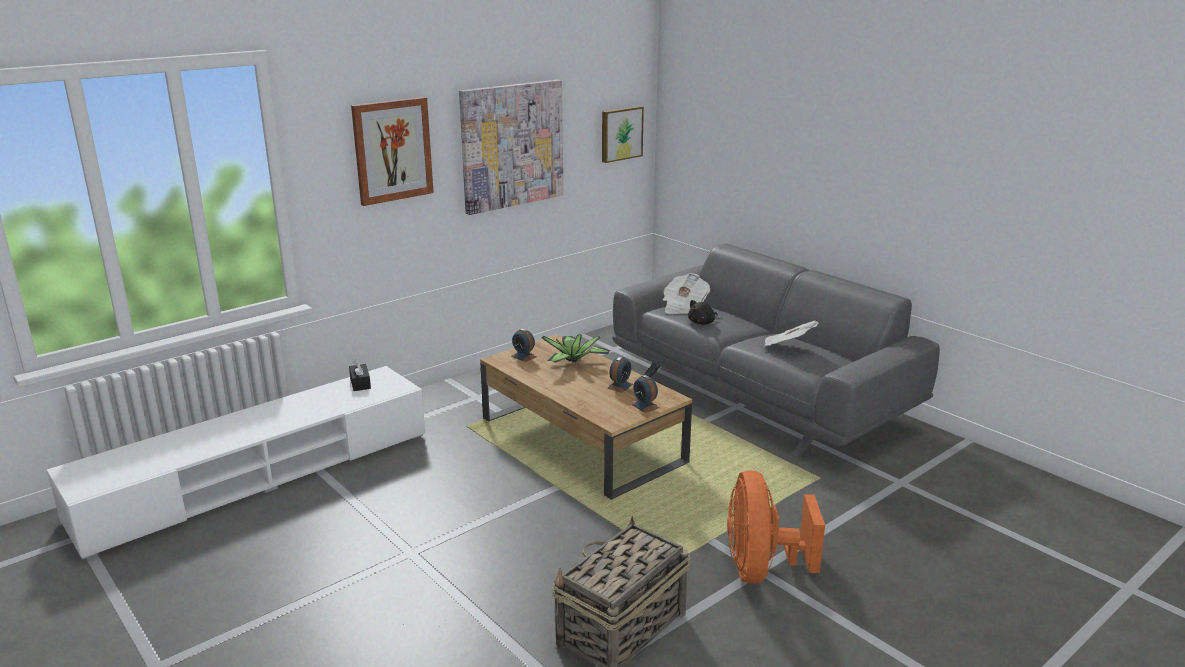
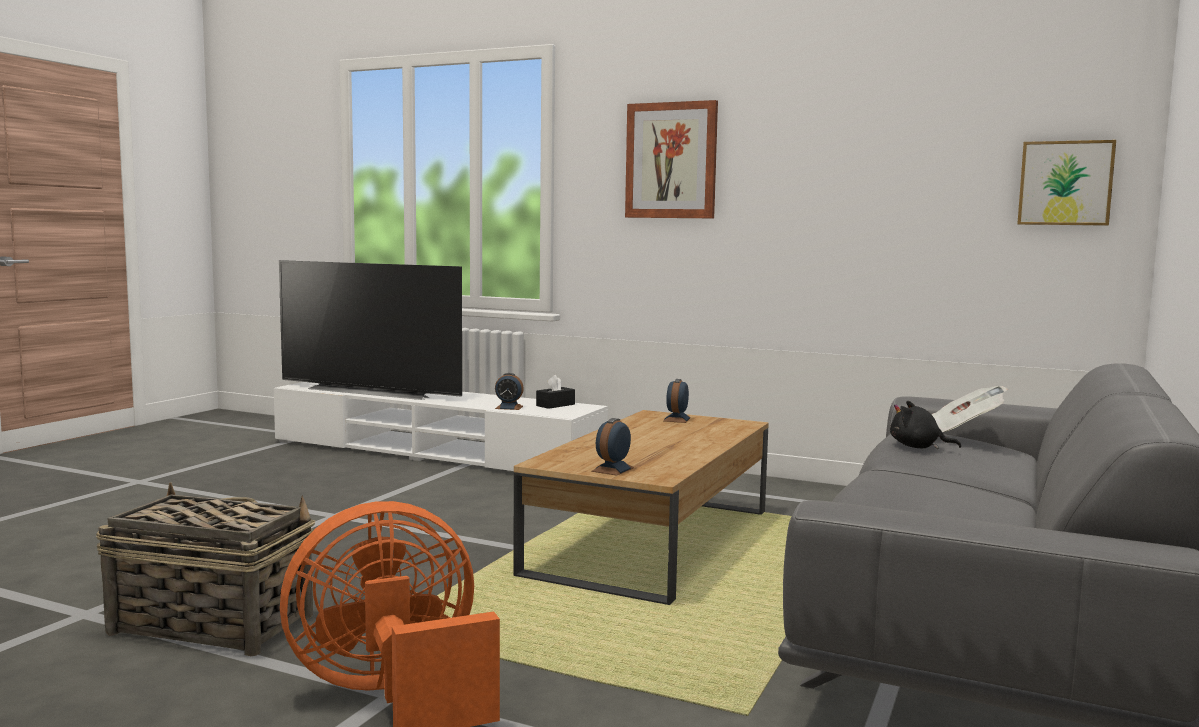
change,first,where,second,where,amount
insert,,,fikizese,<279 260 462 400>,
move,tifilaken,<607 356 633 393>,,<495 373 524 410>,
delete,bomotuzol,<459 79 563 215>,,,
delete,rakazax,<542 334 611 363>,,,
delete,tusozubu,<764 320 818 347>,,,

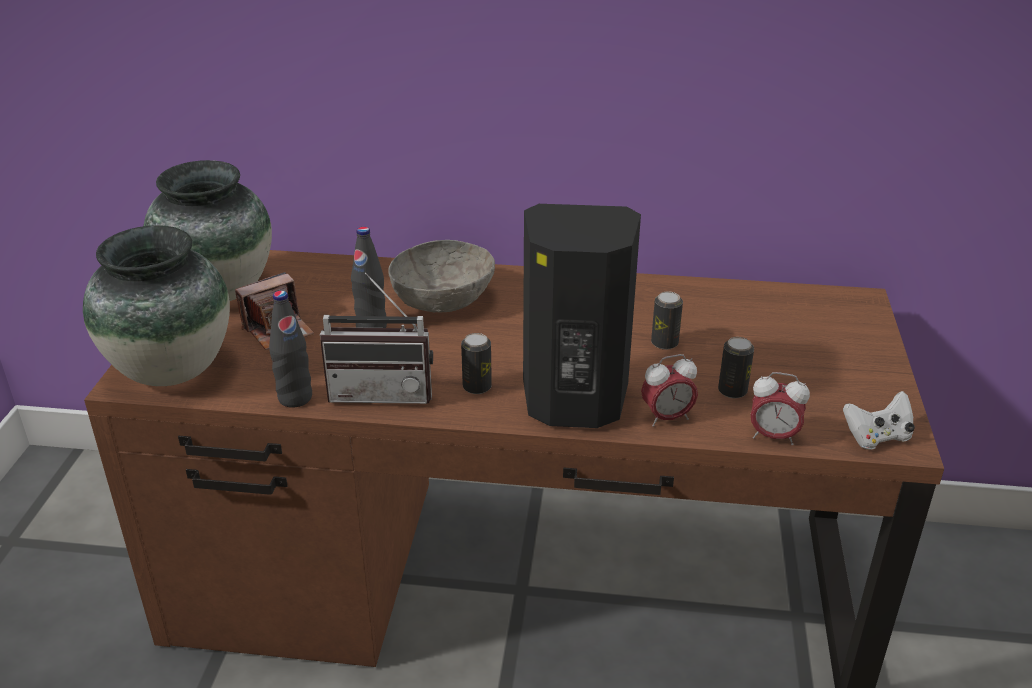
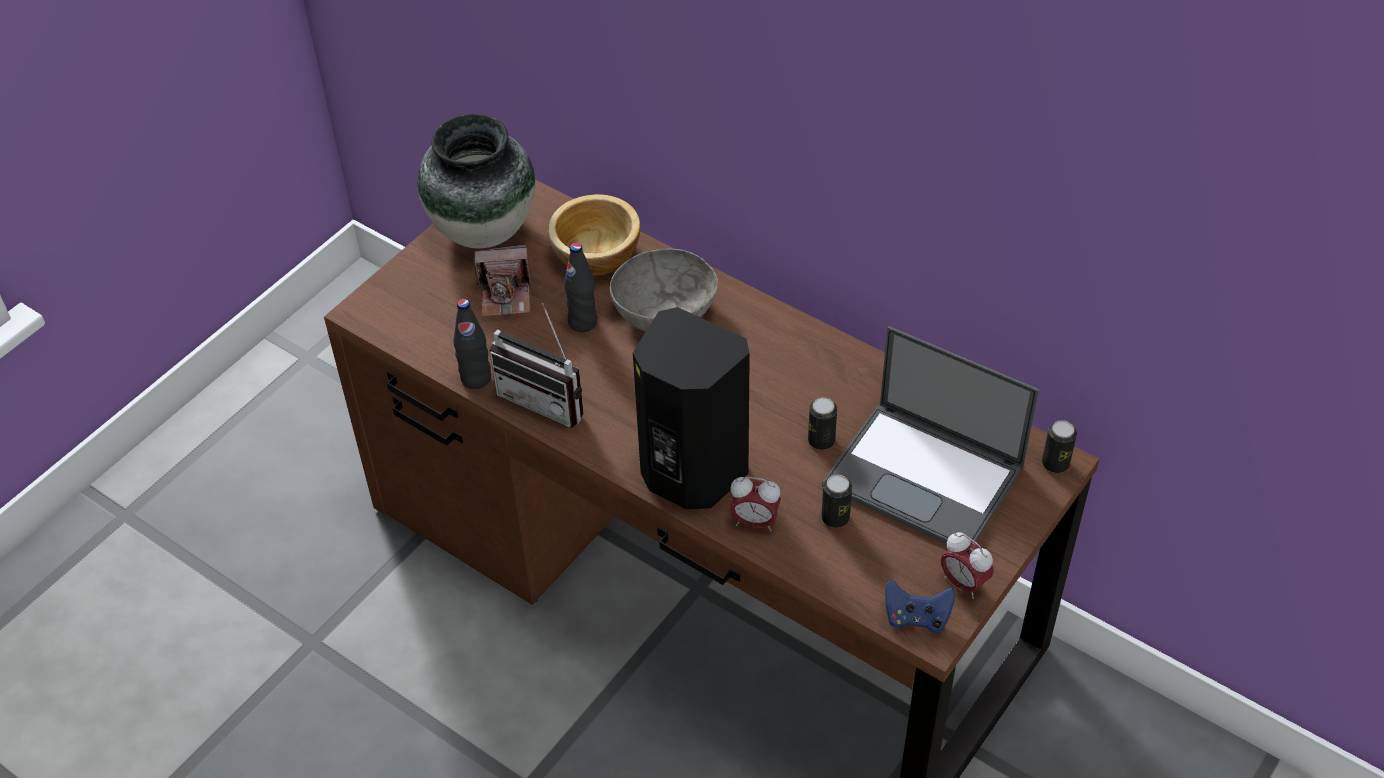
change,first,where,second,where,amount
insert,,,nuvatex,<548 194 641 276>,
insert,,,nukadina,<822 326 1039 545>,
recolor,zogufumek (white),<843 391 915 450>,zogufumek (blue),<885 579 955 633>,
move,tifilaken,<751 372 810 445>,,<941 532 994 599>,
move,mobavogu,<461 333 492 394>,,<1042 420 1077 473>,
delete,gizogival,<83 225 230 386>,,,

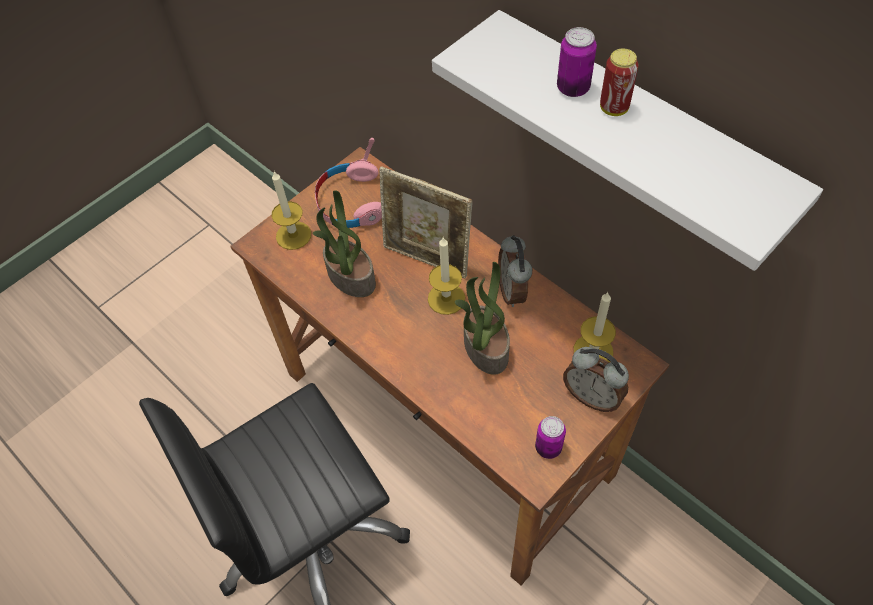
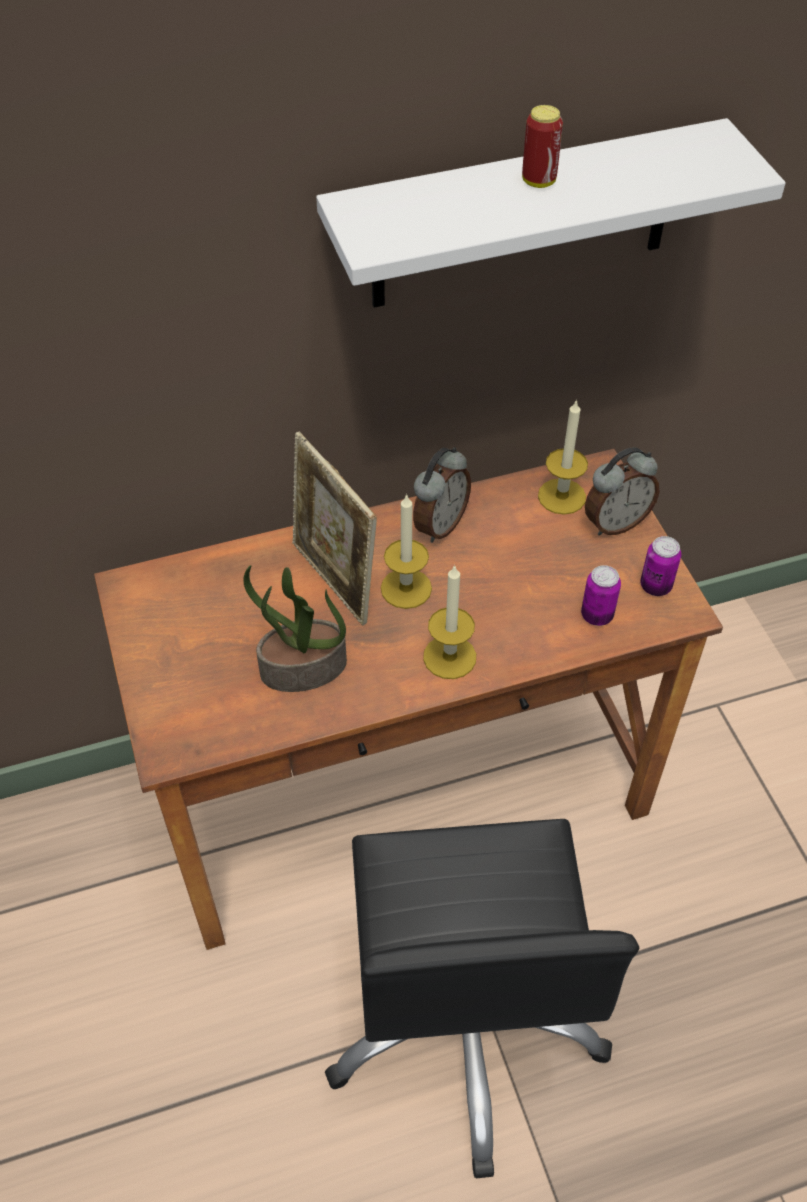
change,first,where,second,where,amount
rotate,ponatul,<379 166 472 279>,,<292 432 377 625>,90 degrees clockwise
rotate,tifilaken,<498 235 532 307>,,<413 447 471 543>,75 degrees counterclockwise
move,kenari,<271 171 311 250>,,<423 565 476 679>,
move,mobavogu,<557 27 597 97>,,<581 565 621 626>,
delete,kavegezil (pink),<315 138 382 228>,,,
delete,rakazax,<455 262 510 375>,,,

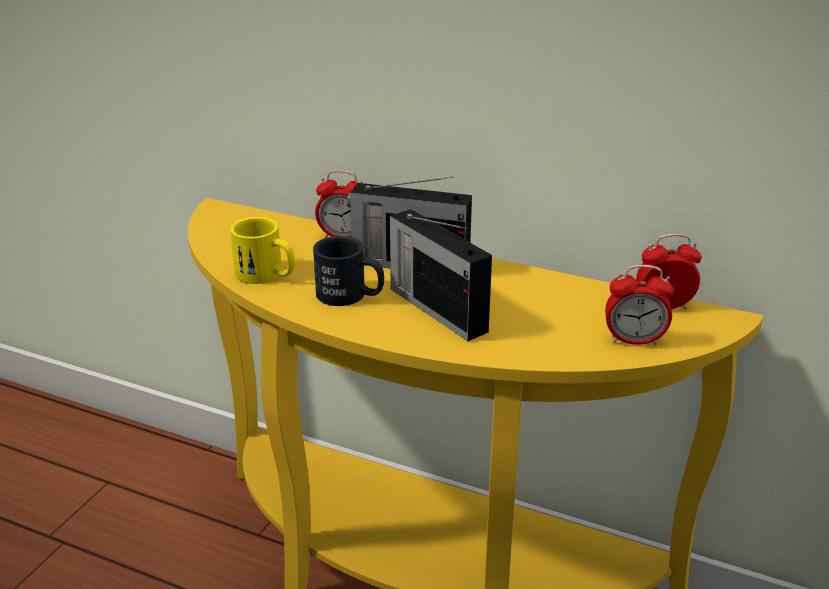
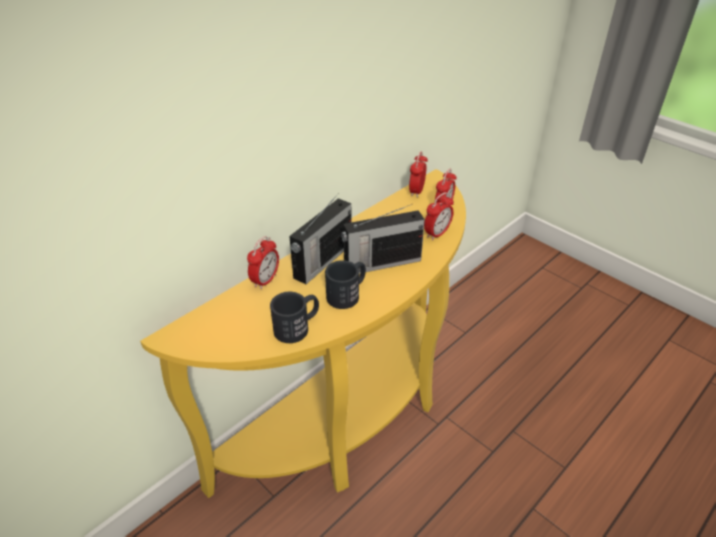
change,first,where,second,where,amount
recolor,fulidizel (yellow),<230 217 295 284>,fulidizel (black),<270 292 319 343>,
insert,,,tifilaken,<424 192 454 240>,

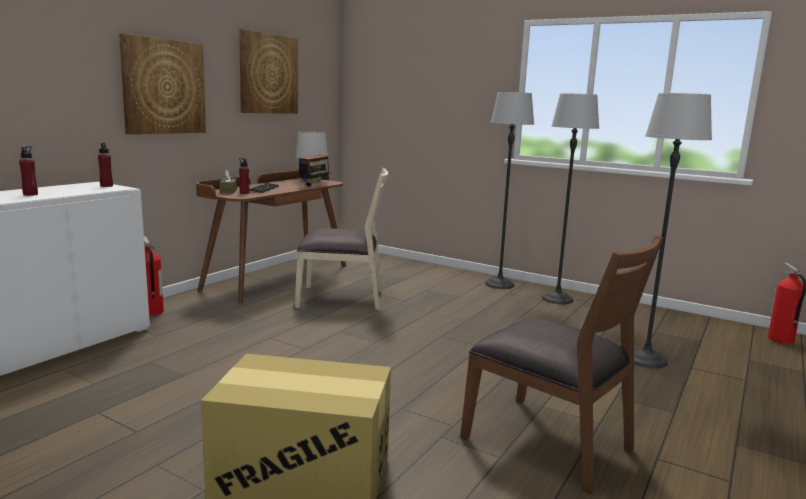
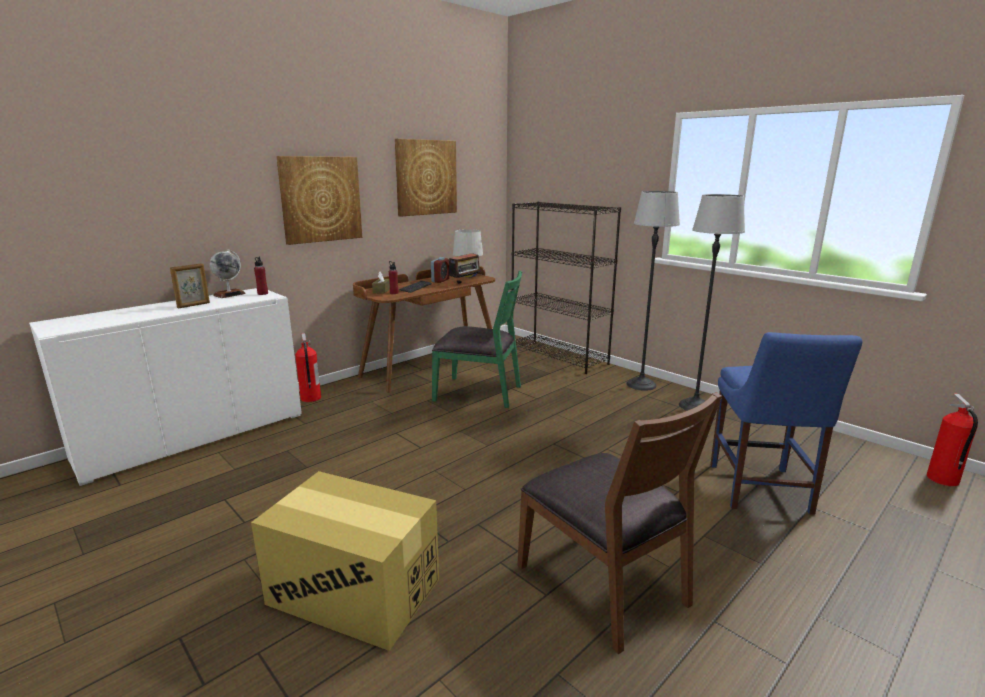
change,first,where,second,where,amount
replace,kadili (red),<19 146 38 196>,ponatul,<170 263 210 308>,
insert,,,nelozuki,<210 249 246 298>,
insert,,,tifilaken,<431 257 449 283>,
recolor,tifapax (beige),<295 168 388 310>,tifapax (green),<432 271 522 408>,
insert,,,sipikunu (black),<511 202 621 374>,
replace,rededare,<634 93 712 368>,tifapax (blue),<710 332 862 515>,

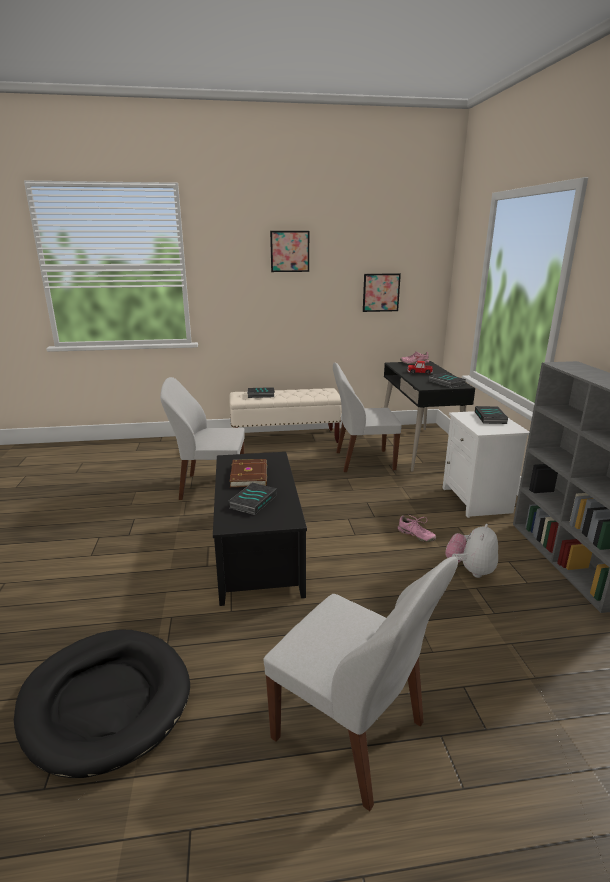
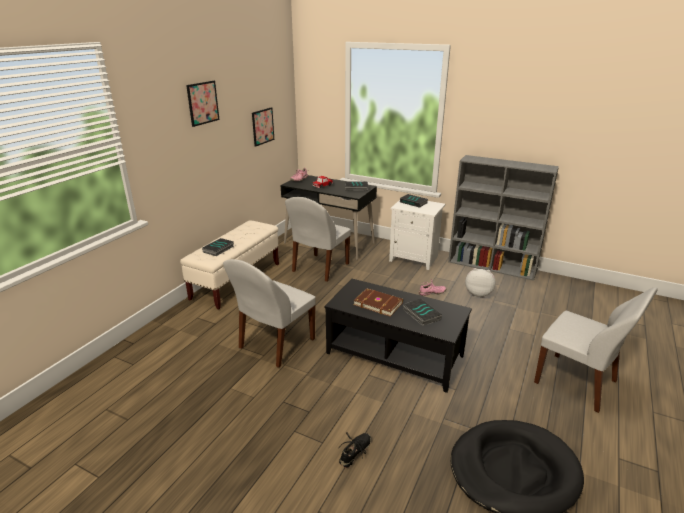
change,first,where,second,where,amount
insert,,,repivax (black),<339 432 371 468>,
rotate,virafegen,<445 524 498 578>,,<465 268 496 298>,135 degrees clockwise
rotate,tifapax (white),<264 556 458 811>,,<534 287 658 413>,60 degrees clockwise

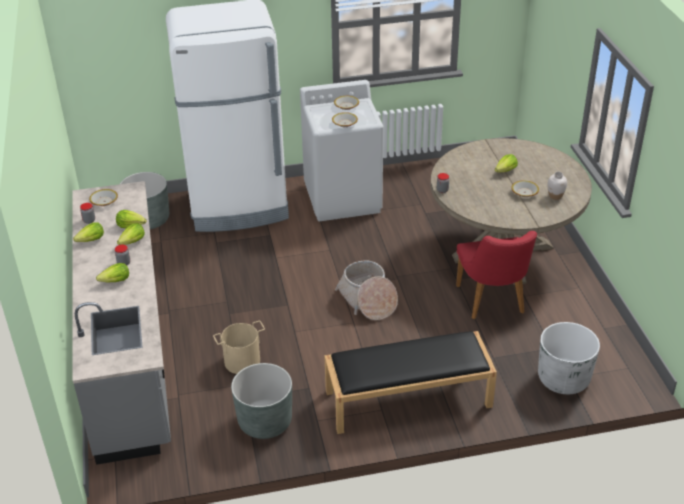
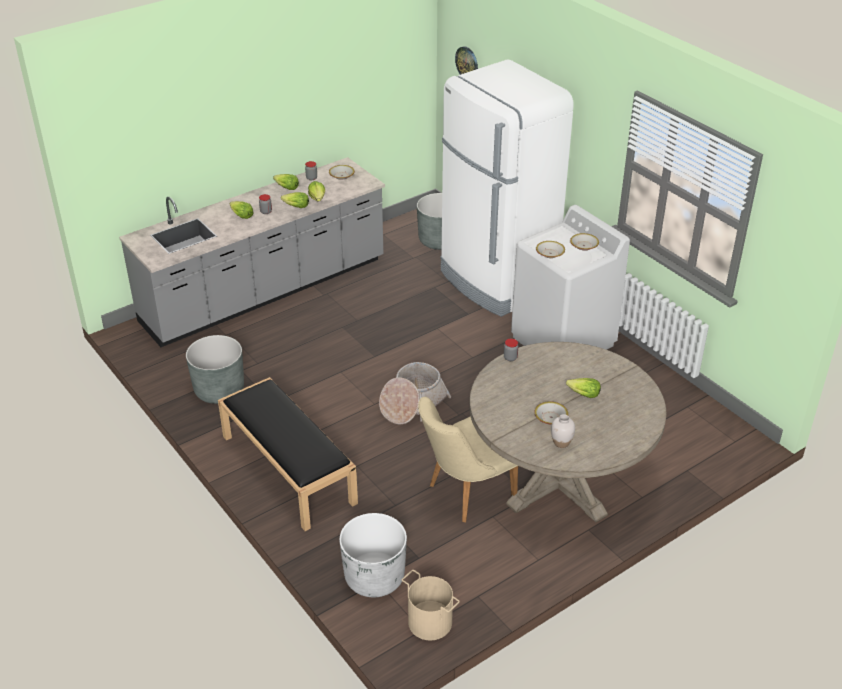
change,first,where,second,where,amount
move,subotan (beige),<213 321 265 374>,,<402 570 460 640>,
recolor,tifapax (red),<456 231 537 319>,tifapax (beige),<418 397 518 522>,
insert,,,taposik,<455 46 478 75>,

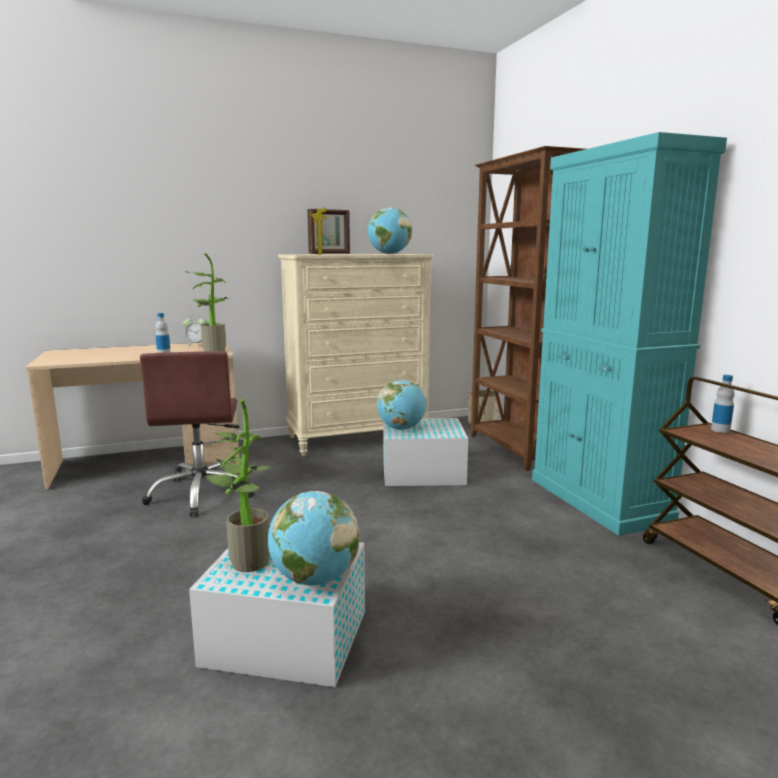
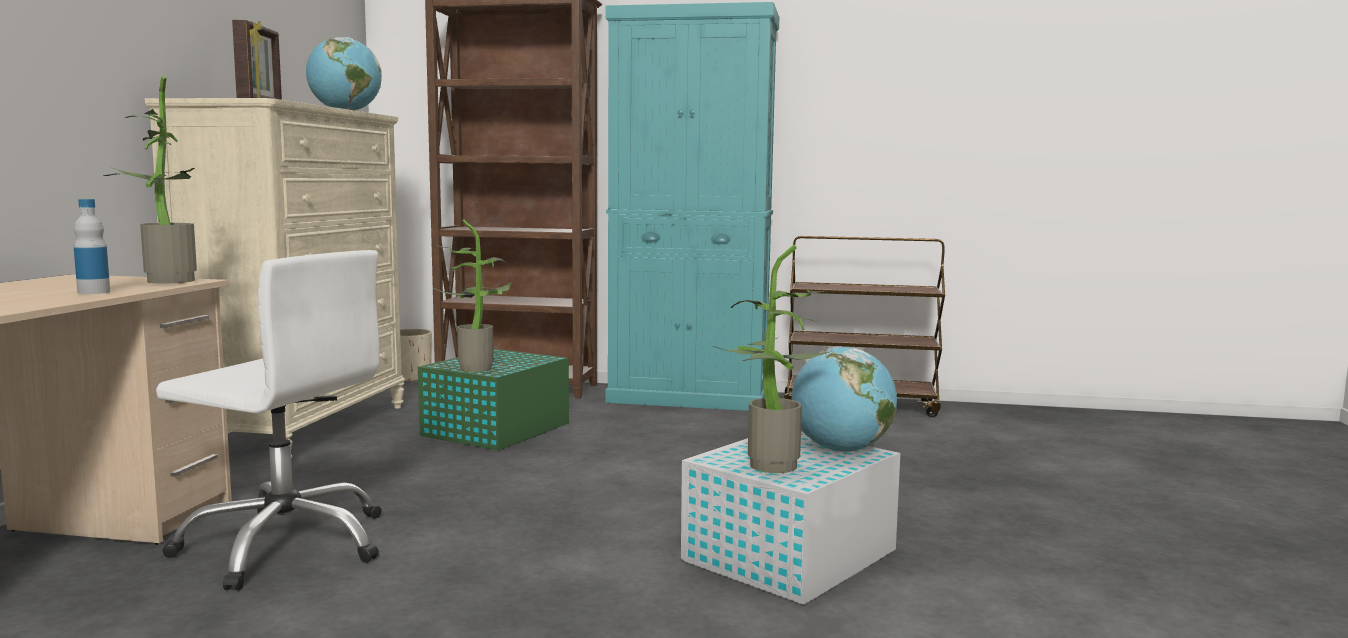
change,first,where,second,where,amount
recolor,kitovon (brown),<140 351 255 517>,kitovon (white),<156 250 382 590>,
recolor,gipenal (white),<383 418 468 486>,gipenal (green),<418 349 569 450>,
replace,nelozuki,<377 380 426 430>,rakazax,<433 220 511 372>,
delete,tifilaken,<183 318 208 346>,,,
delete,kadili,<711 375 735 433>,,,

